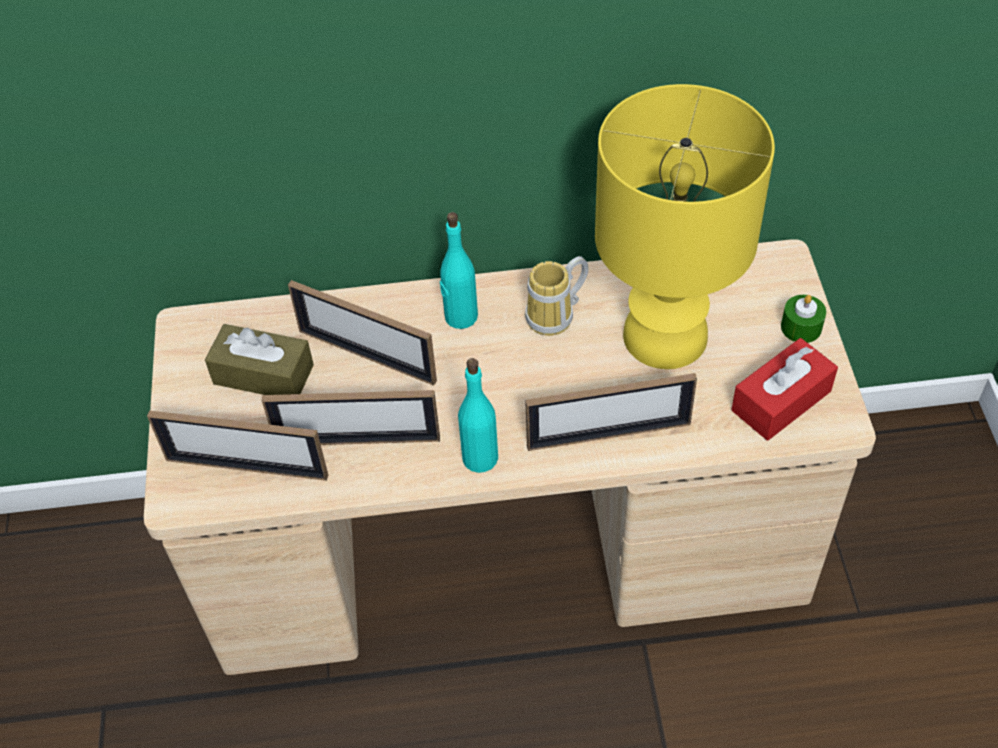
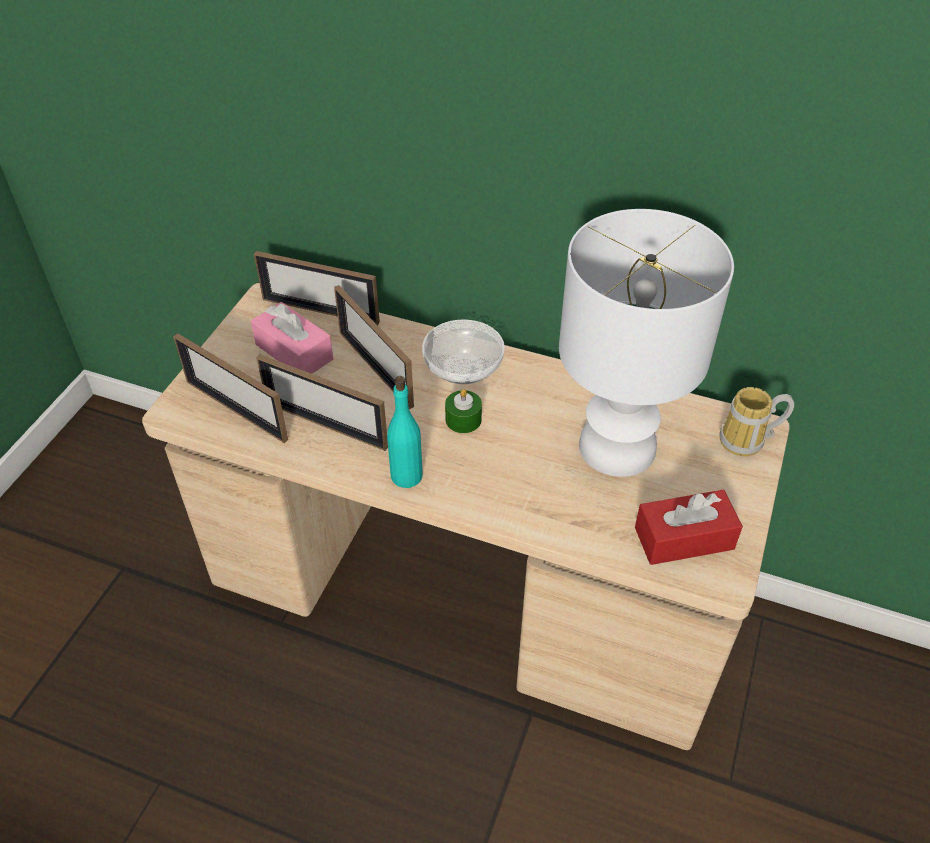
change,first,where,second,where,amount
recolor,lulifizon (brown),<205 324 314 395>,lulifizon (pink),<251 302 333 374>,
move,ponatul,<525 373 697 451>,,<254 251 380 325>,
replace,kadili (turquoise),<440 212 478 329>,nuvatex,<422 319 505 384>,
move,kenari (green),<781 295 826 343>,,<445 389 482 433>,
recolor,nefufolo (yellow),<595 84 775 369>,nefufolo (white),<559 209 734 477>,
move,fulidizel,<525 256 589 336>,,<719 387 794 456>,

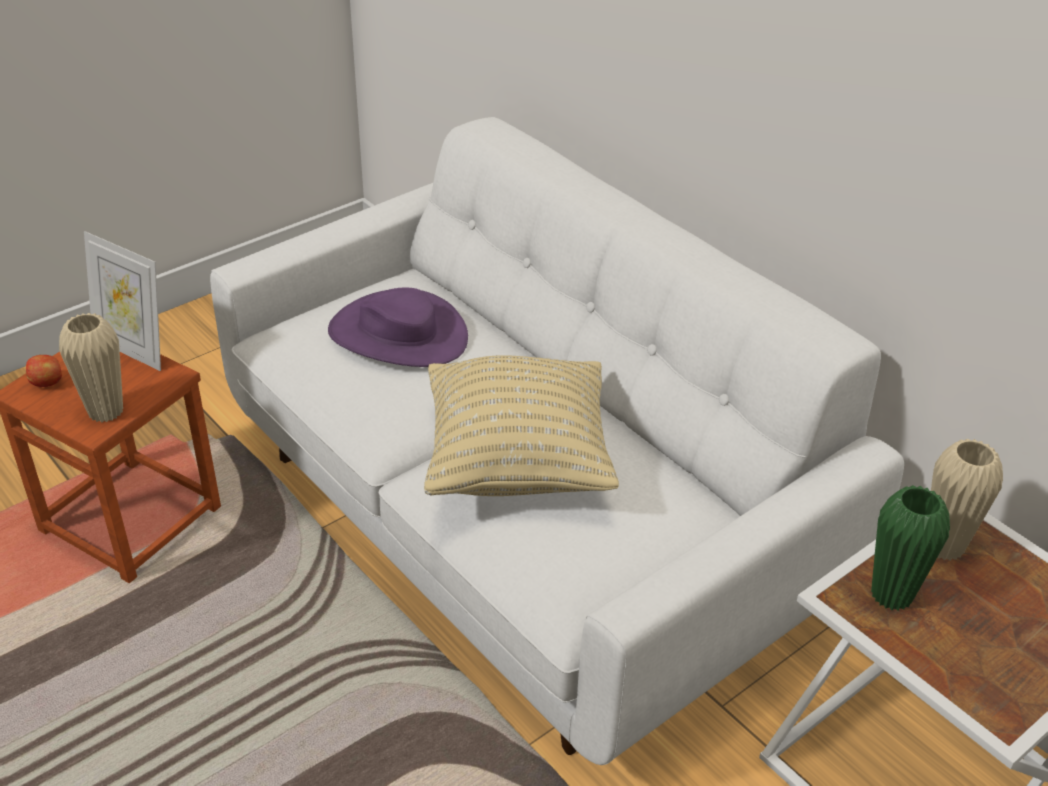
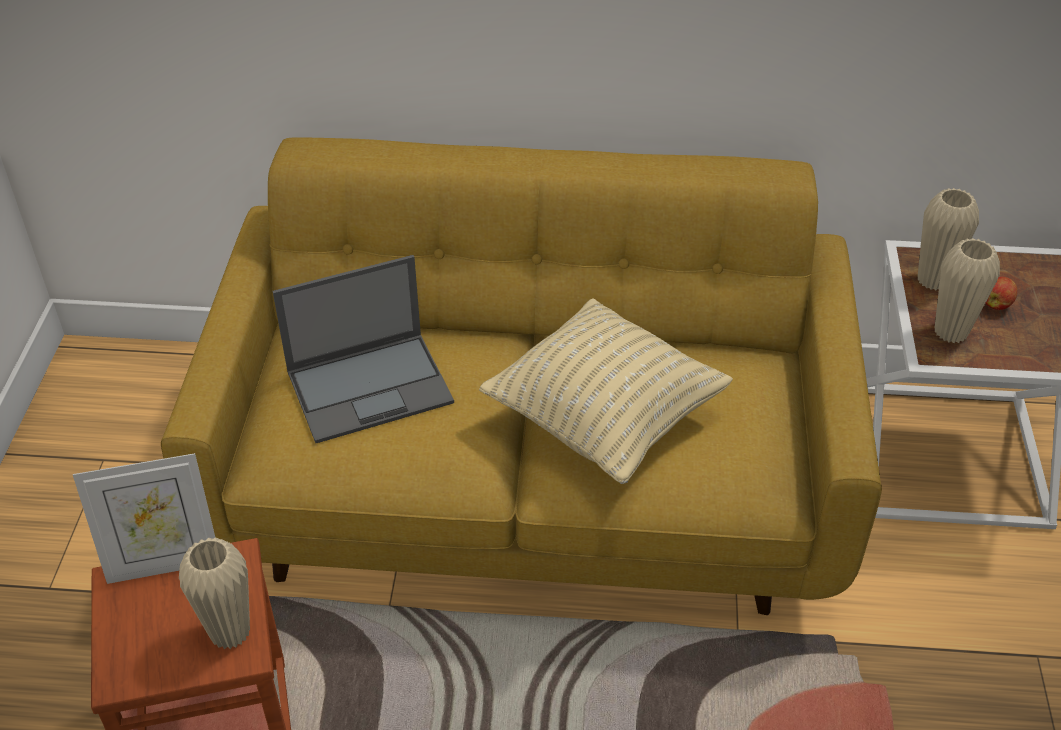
change,first,where,second,where,amount
recolor,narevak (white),<210 117 904 765>,narevak (yellow),<161 137 882 615>,
replace,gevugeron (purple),<328 288 468 367>,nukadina,<273 255 454 443>,
recolor,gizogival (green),<871 485 950 611>,gizogival (beige),<935 238 1000 343>,
move,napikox,<26 355 62 387>,,<985 277 1017 310>,

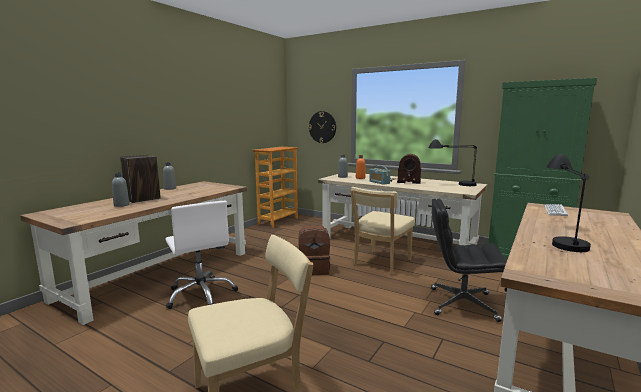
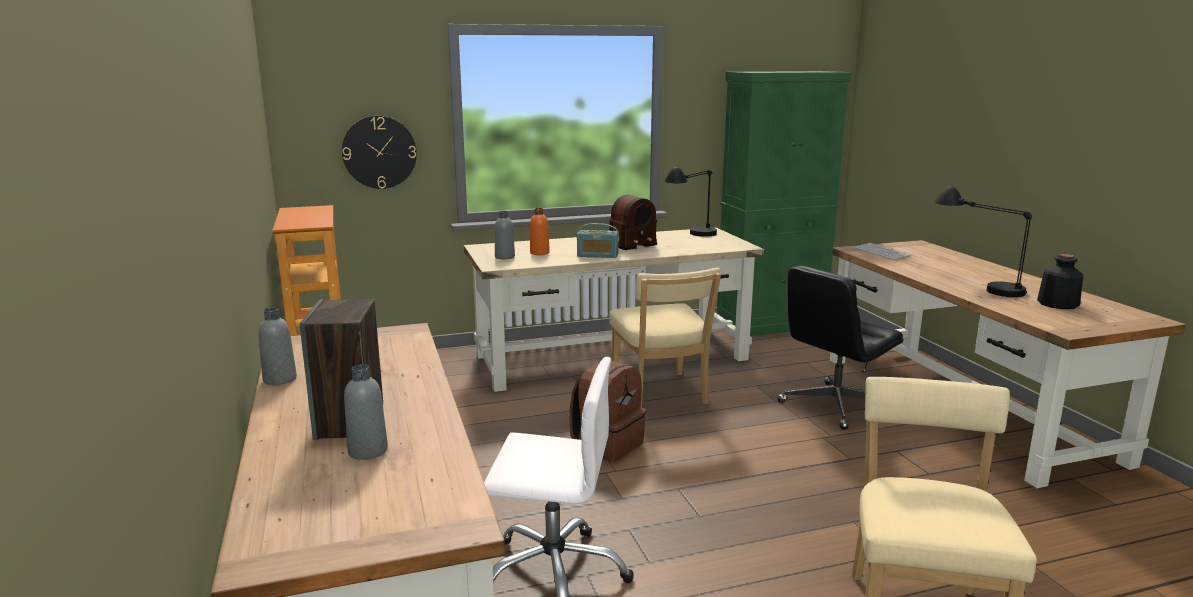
change,first,where,second,where,amount
insert,,,kadili,<1037 254 1083 309>,

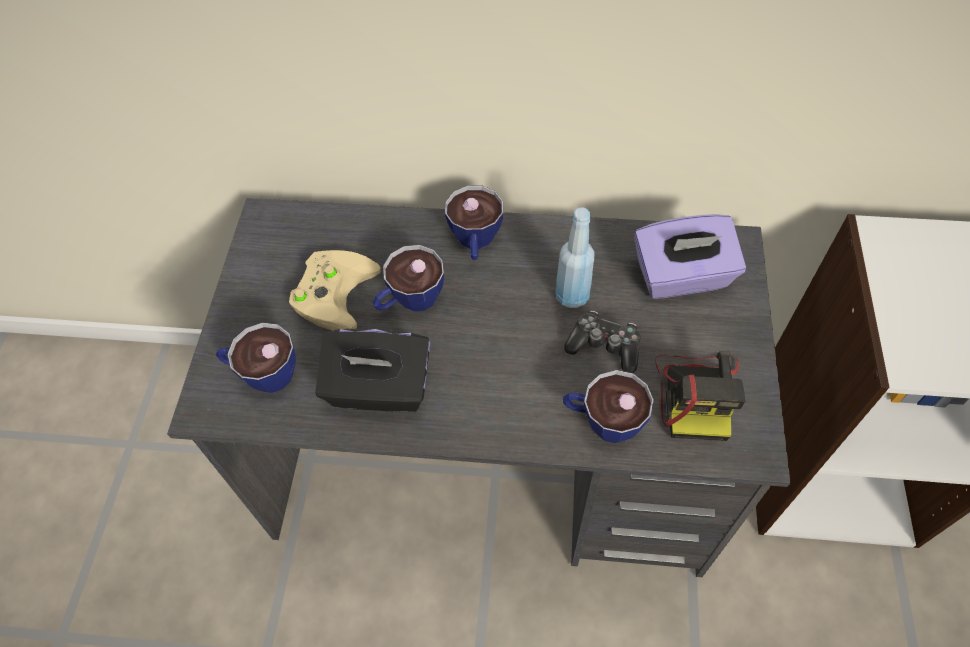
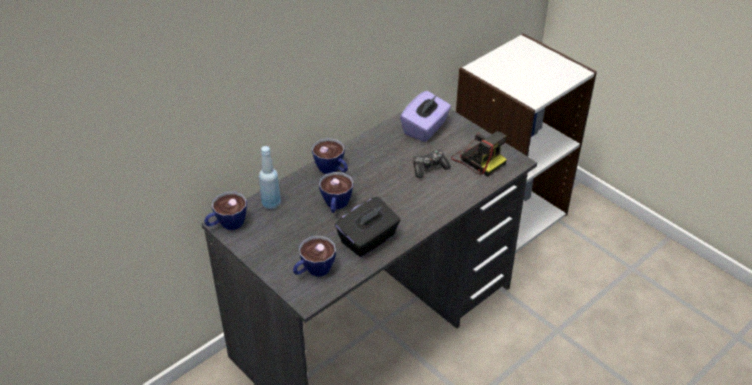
change,first,where,second,where,amount
move,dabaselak,<563 370 654 443>,,<204 192 247 230>,
move,kadili (blue),<556 207 595 308>,,<259 146 281 209>,
delete,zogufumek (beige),<289 250 381 330>,,,

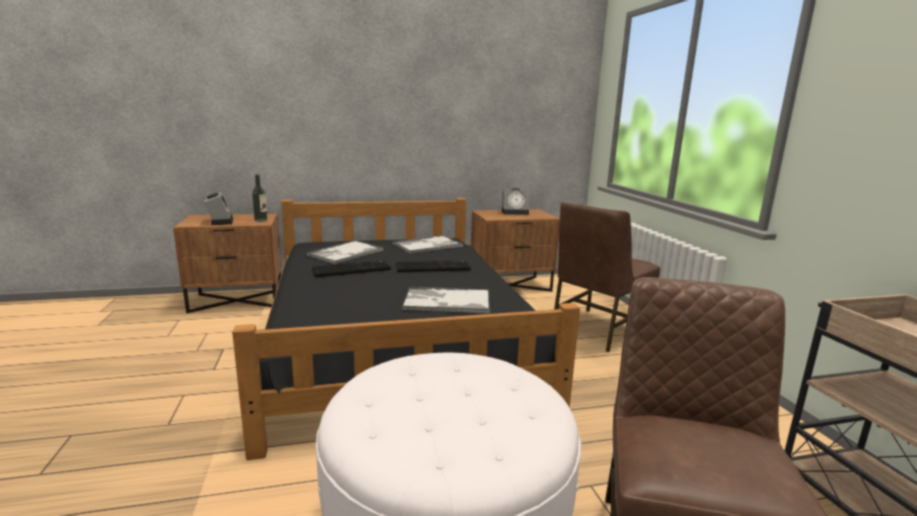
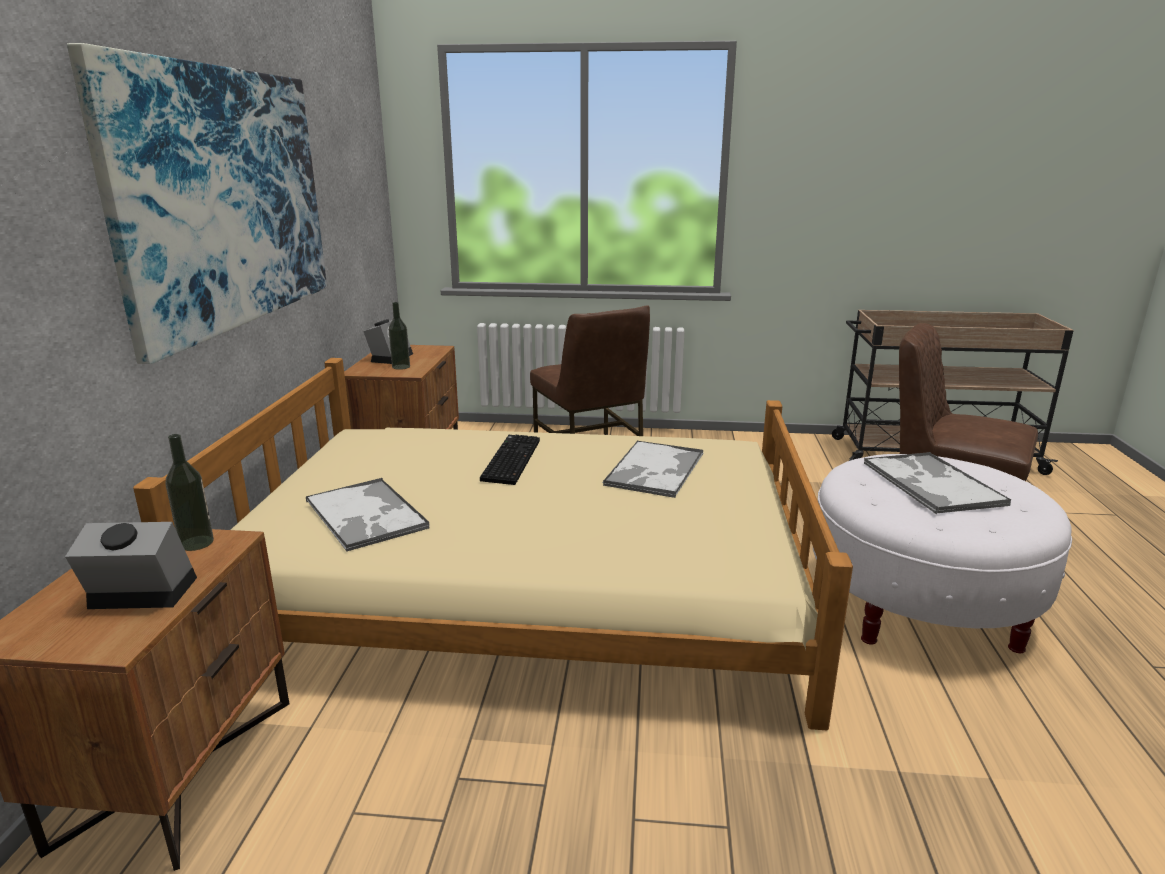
change,first,where,second,where,amount
insert,,,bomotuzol,<67 43 327 364>,
recolor,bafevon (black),<232 198 580 460>,bafevon (beige),<133 358 853 731>,
insert,,,kadili,<389 302 410 370>,
move,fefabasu,<393 235 463 254>,,<864 452 1011 514>,
delete,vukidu,<312 260 391 277>,,,

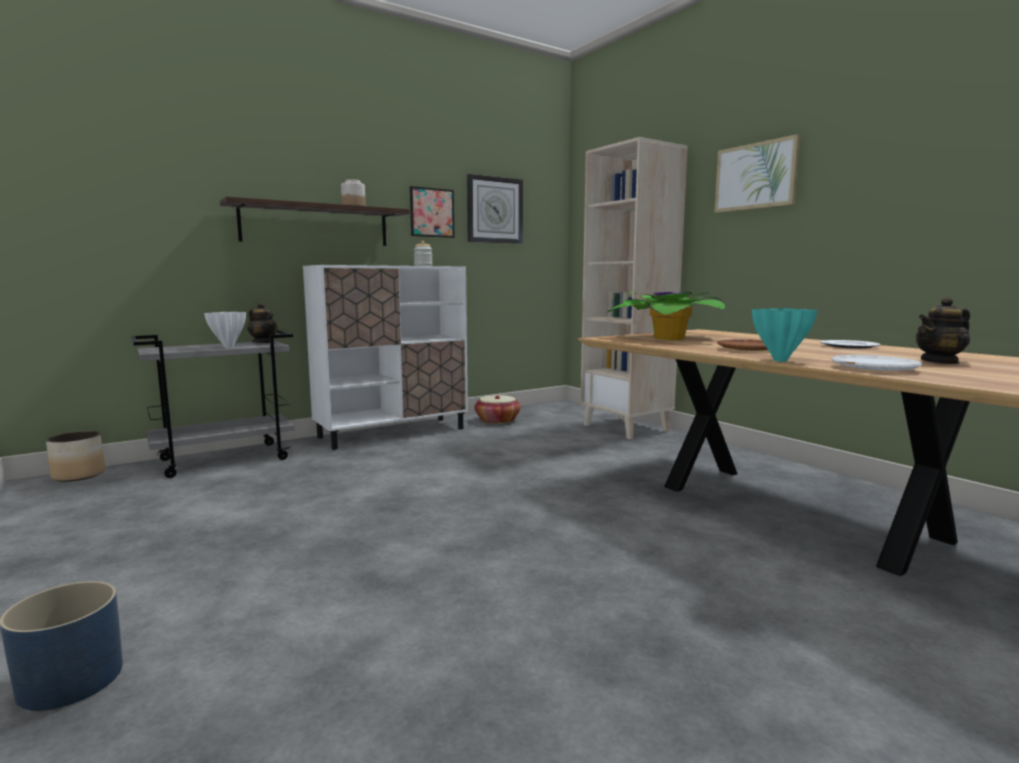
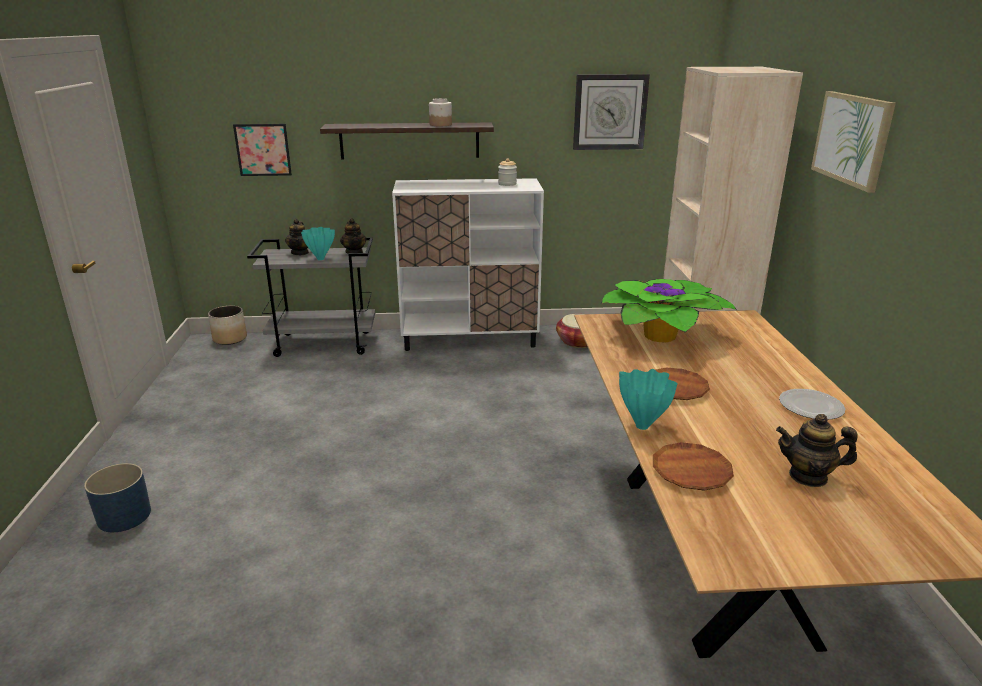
change,first,where,second,where,amount
move,bomotuzol,<410 186 454 238>,,<233 124 292 176>,
insert,,,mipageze,<285 219 309 255>,
recolor,gizogival (white),<204 312 246 348>,gizogival (turquoise),<301 227 335 260>,
recolor,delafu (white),<831 355 922 371>,delafu (brown),<653 442 734 491>,

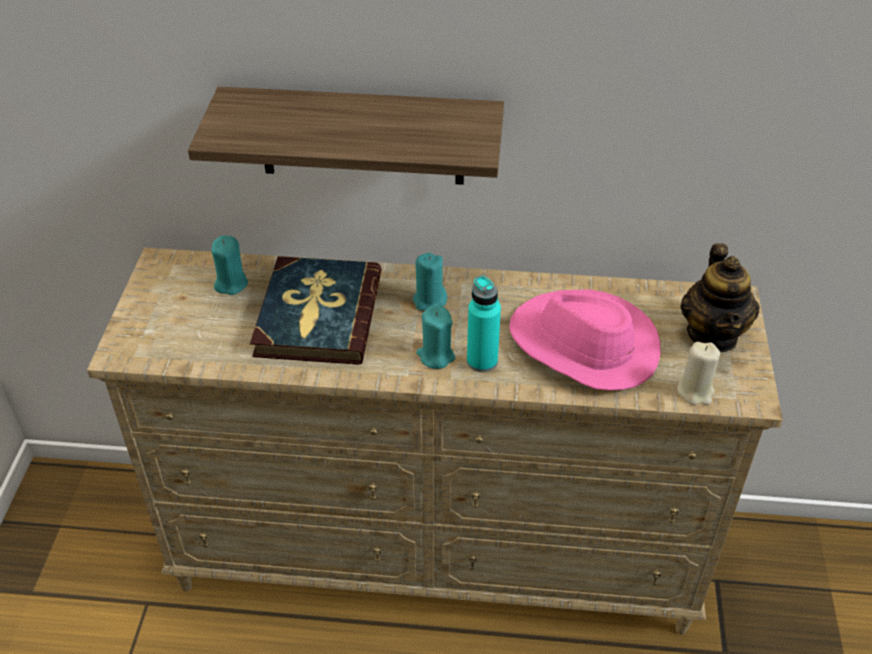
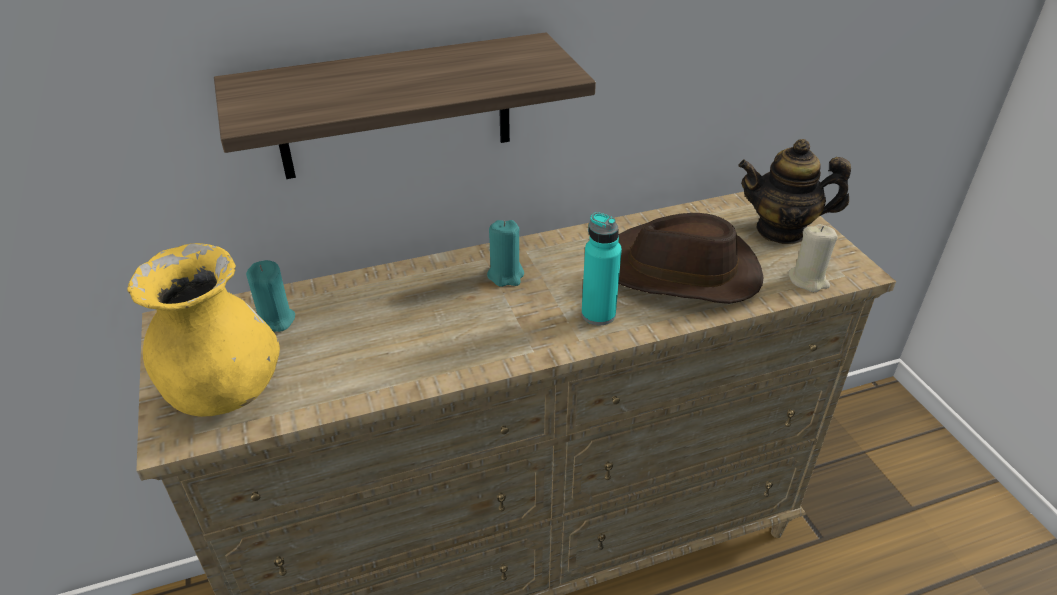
change,first,where,second,where,amount
insert,,,gizogival (yellow),<127 243 280 417>,
recolor,gevugeron (pink),<509 290 661 391>,gevugeron (brown),<618 213 764 304>,
rotate,mipageze,<680 243 760 352>,,<738 139 851 244>,120 degrees clockwise
delete,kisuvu,<250 256 382 365>,,,
delete,kenari (turquoise),<416 305 455 369>,,,

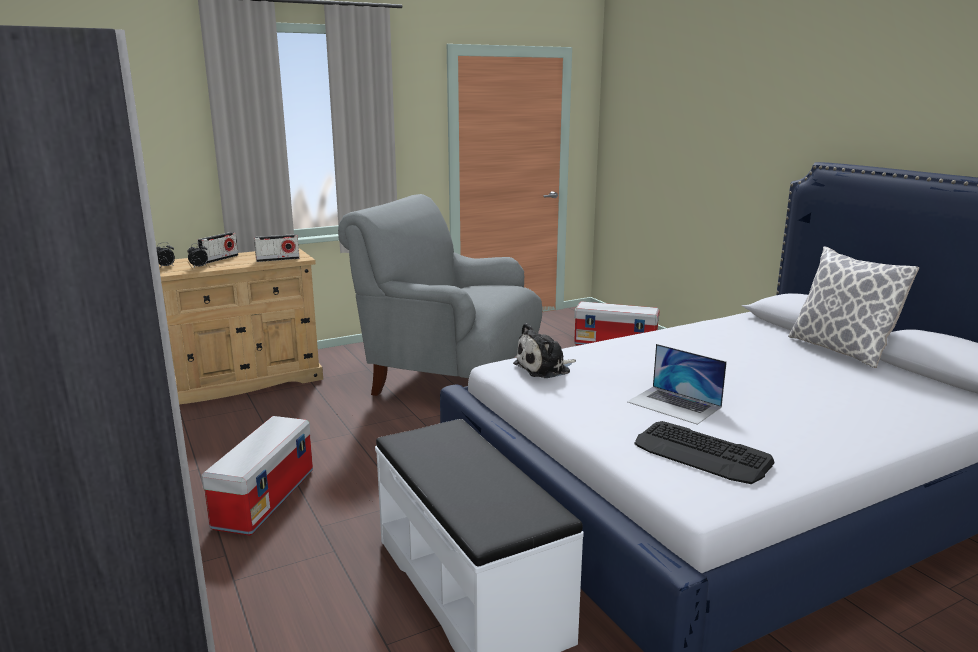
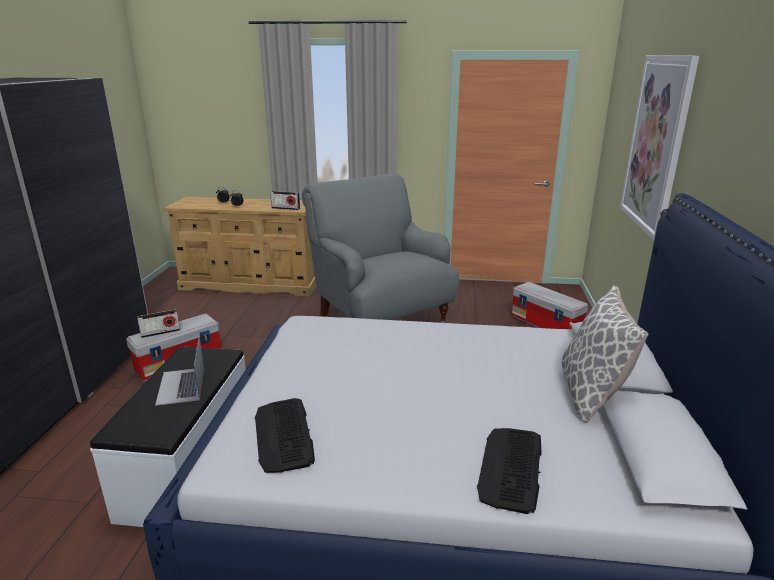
change,first,where,second,where,amount
move,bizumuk,<197 232 238 264>,,<137 309 180 338>,
move,nukadina,<627 344 727 425>,,<155 337 204 406>,
insert,,,vukidu,<477 428 542 514>,
insert,,,bomotuzol,<620 55 699 240>,
delete,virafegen,<513 323 576 378>,,,

